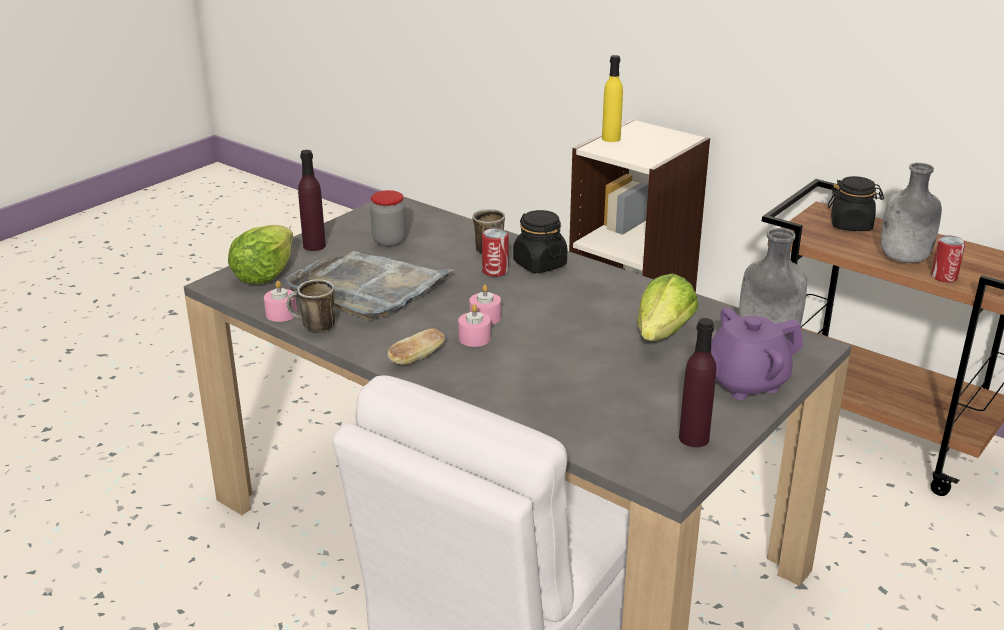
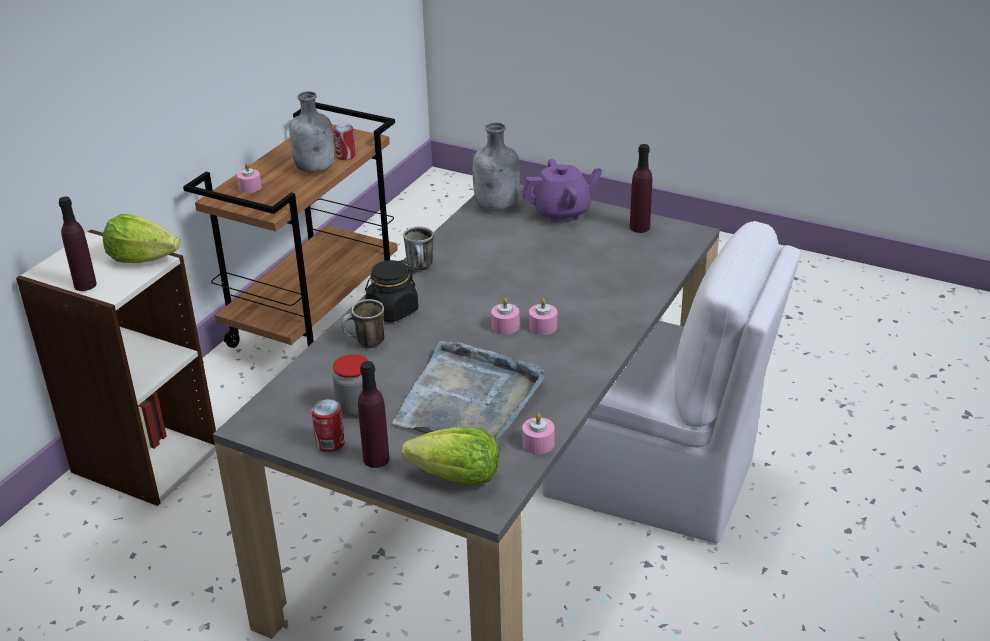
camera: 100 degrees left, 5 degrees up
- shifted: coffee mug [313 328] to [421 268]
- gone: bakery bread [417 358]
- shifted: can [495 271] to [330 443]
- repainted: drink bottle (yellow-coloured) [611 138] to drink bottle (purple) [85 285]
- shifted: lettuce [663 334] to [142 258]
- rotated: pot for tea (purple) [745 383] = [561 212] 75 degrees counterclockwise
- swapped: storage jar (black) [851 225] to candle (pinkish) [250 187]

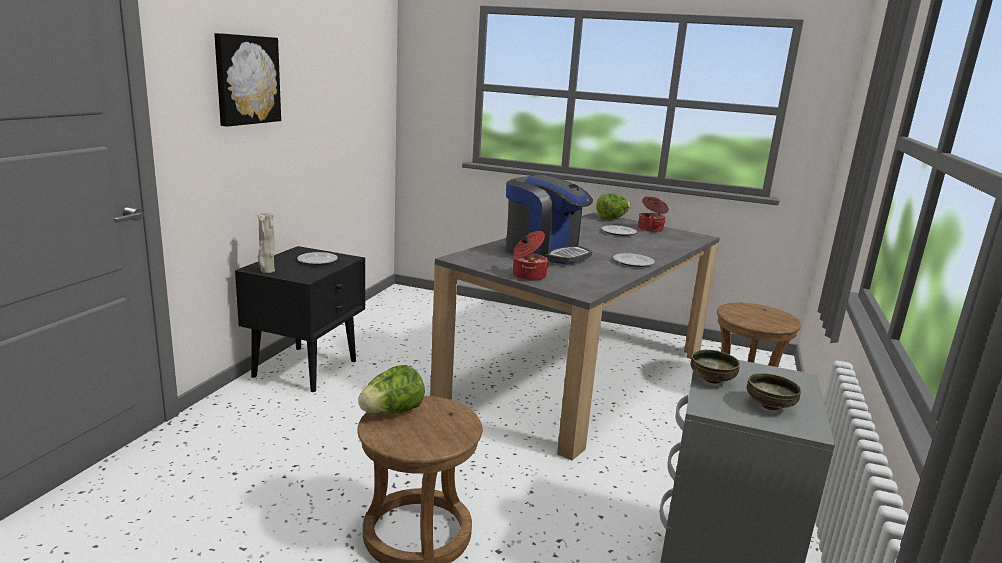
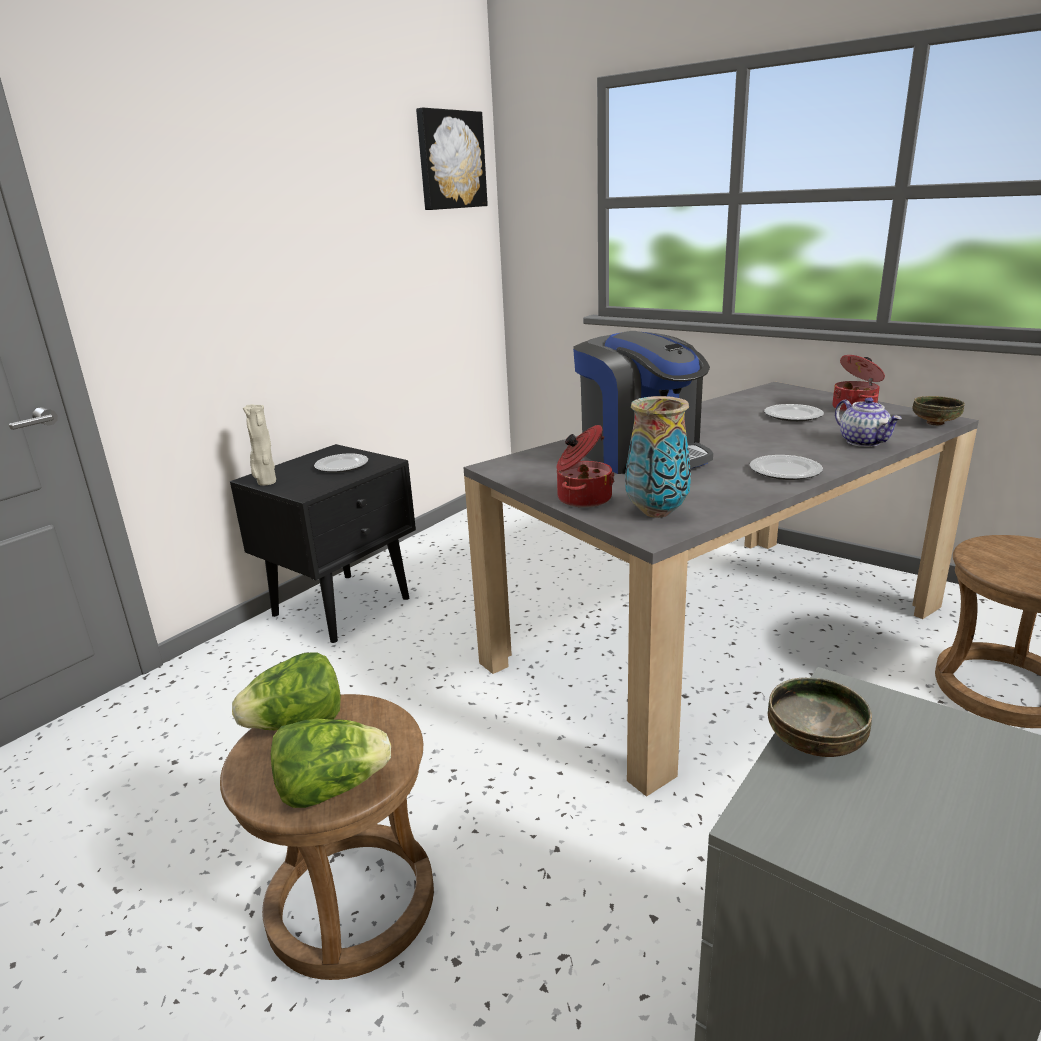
camera: 20 degrees right, 5 degrees up
- shifted: wall picture [246 80] to [450 160]
- shifted: lettuce [612 218] to [332 789]
- shifted: bowl [769 406] to [934 423]
- new: flower vase [656 512]
- new: pot for tea [864 442]

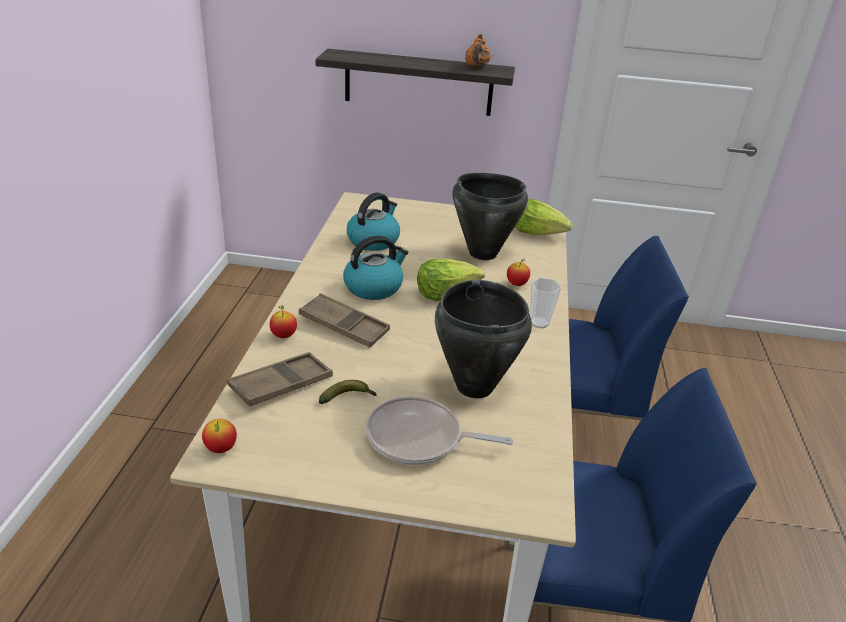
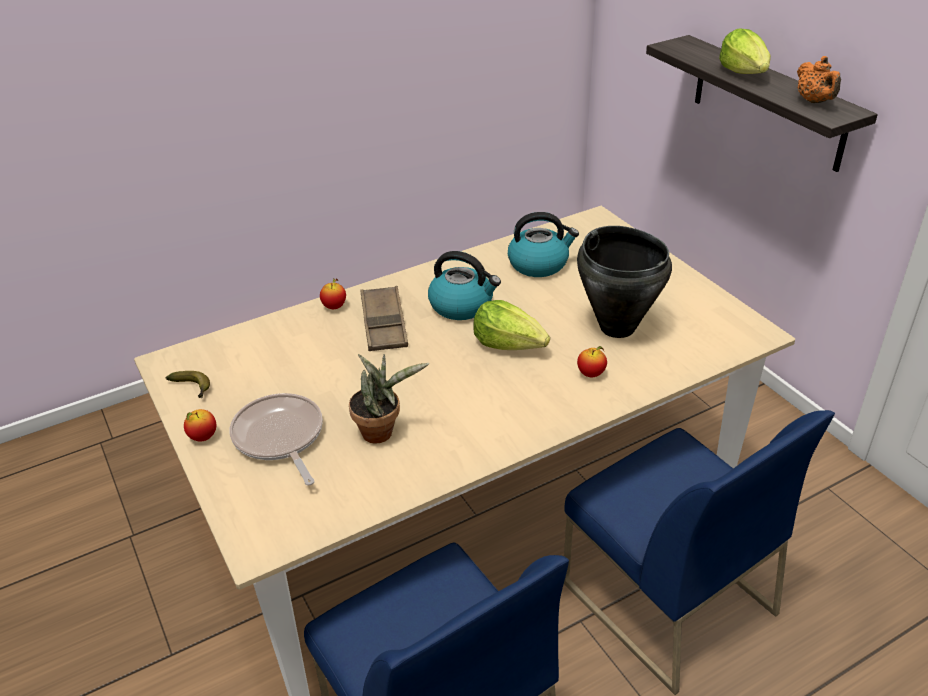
camera: 55 degrees right, 5 degrees up
- shifted: whole apple [221 448] to [203 437]
- gone: tray (brownish) [281 384]
- shifted: banana [348 397] to [193 388]
- swapped: saucepot (black) [474 387] to plant in a pot [382 431]
- rotated: pot for tea (orange) [476 67] = [814 101] 75 degrees counterclockwise
- shifted: lettuce [538 233] to [744 73]
- gone: small cup [539 323]

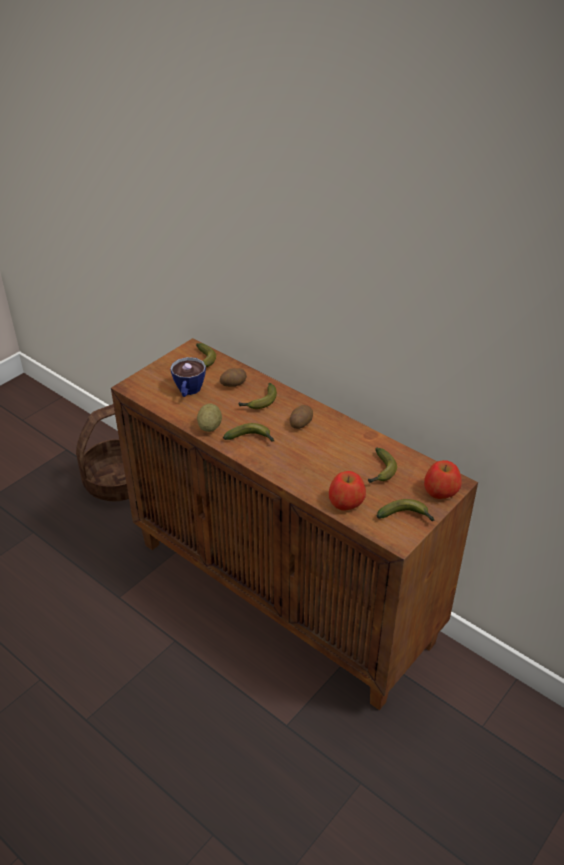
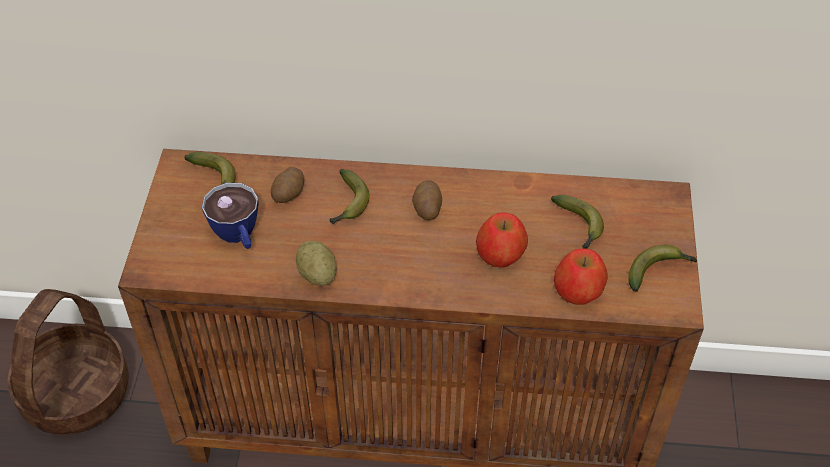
camera: 35 degrees left, 10 degrees up
- gone: banana [251 439]
- shifted: whole apple [440 491] to [500 253]

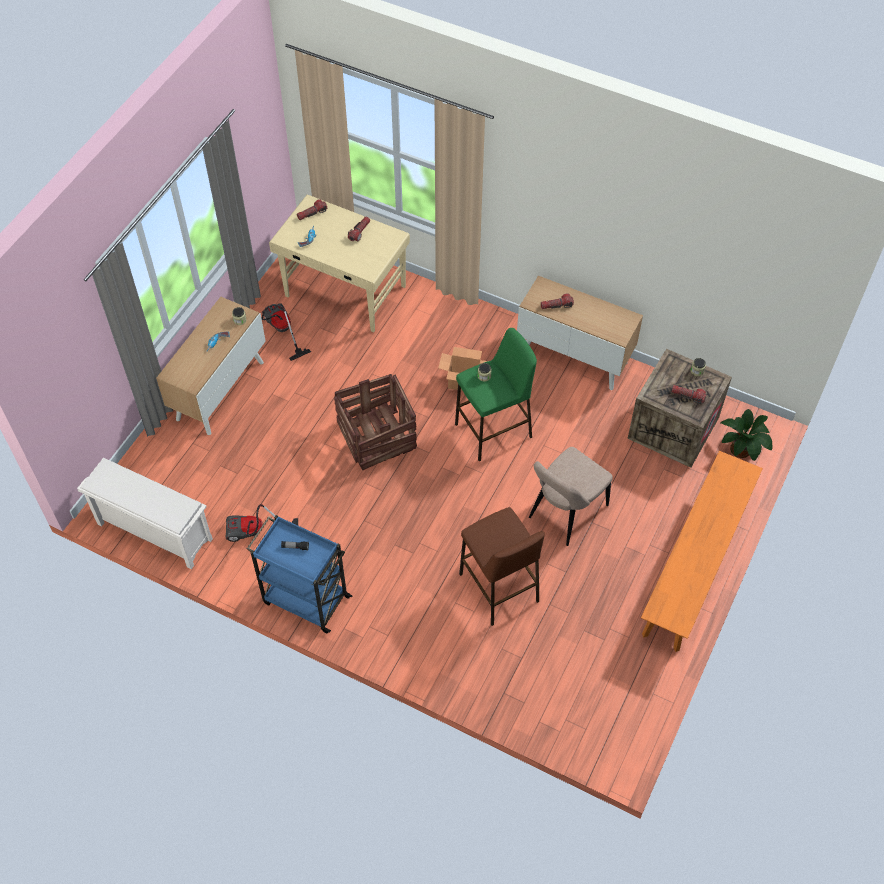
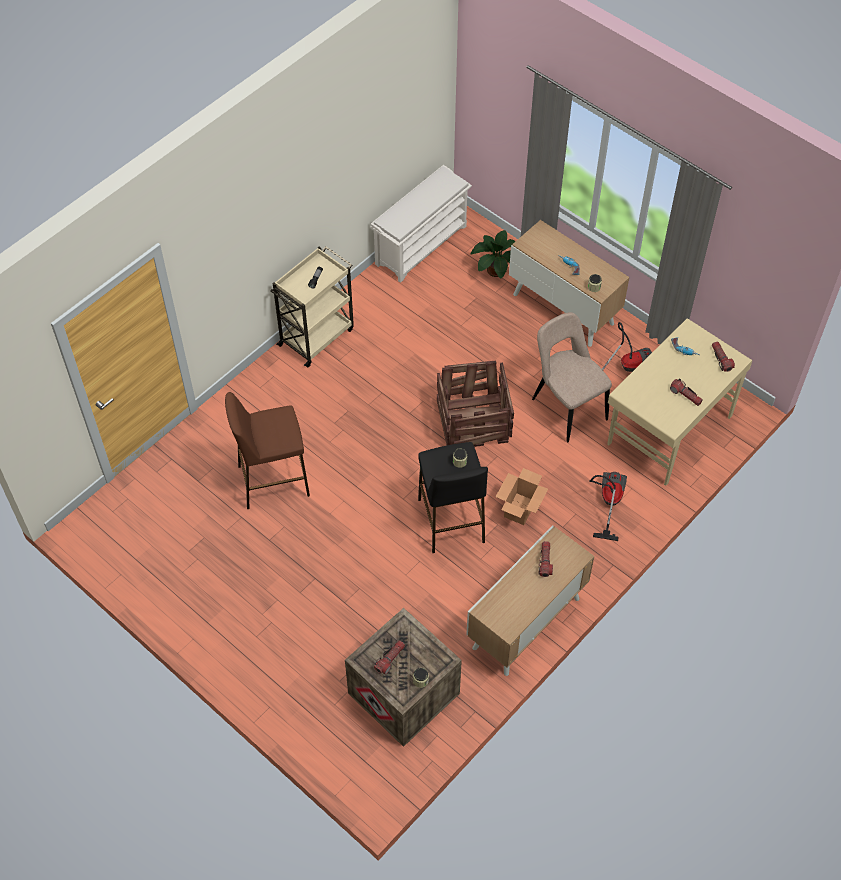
camera: 105 degrees right, 0 degrees up
- shifted: vacuum cleaner [255 533] to [607 502]
- repainted: wheeled cart (blue) [305 599] to wheeled cart (beige-coloured) [317 336]
- repainted: sitting stool (green) [494 430] to sitting stool (black) [451 521]
- shifted: upright chair (beige-coloured) [565 513] to [567 407]
- gone: indoor bench (orange) [695 566]
- shifted: plant in a pot [742 450] to [495 270]

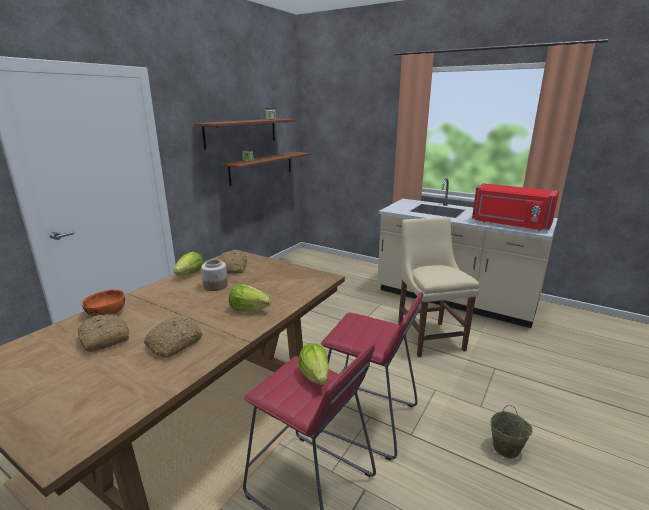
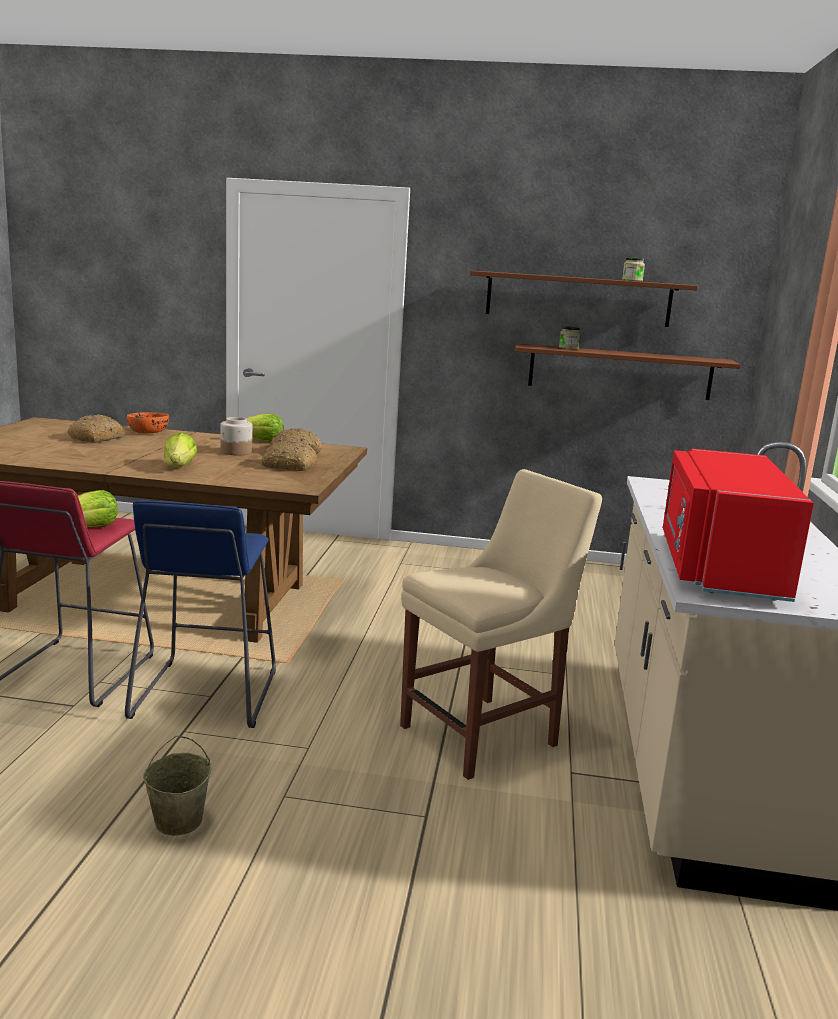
camera: 65 degrees right, 5 degrees down
- shifted: bakery bread [174 344] to [289 466]
- repainted: sitting stool (reddish) [367 418] to sitting stool (blue) [206 694]

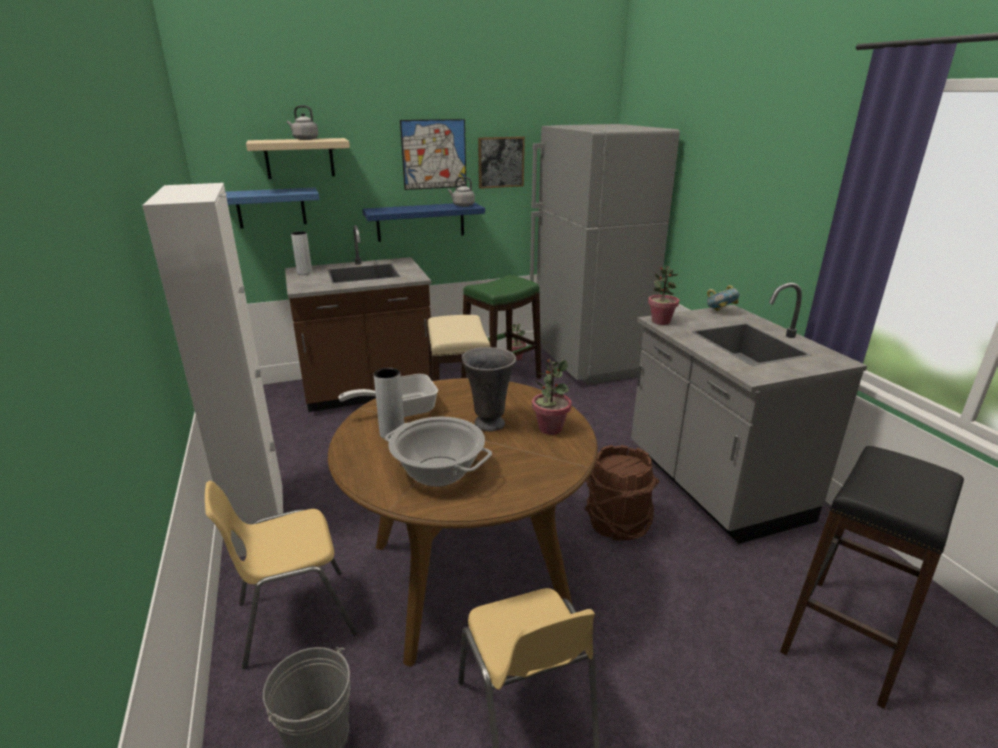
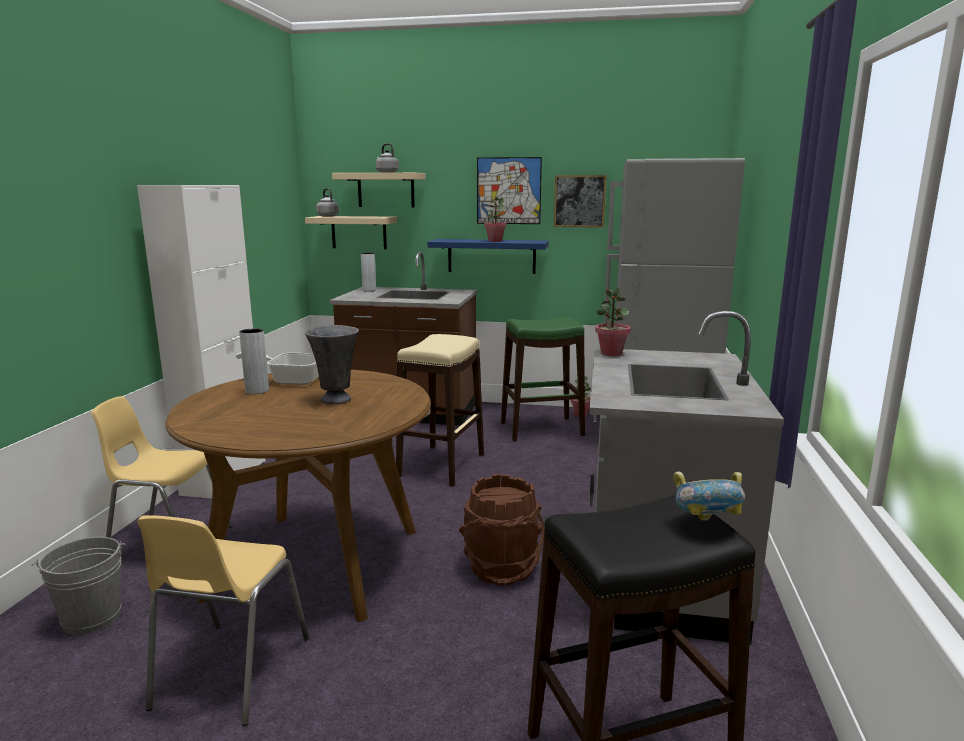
camera: 30 degrees right, 10 degrees down
- repainted: wall shelf (blue) [271 208] to wall shelf (beige-coloured) [359 232]
- gone: saucepot [439 472]
- shifted: tea kettle (grey) [462 205] to [327 216]
- shifted: plant in a pot [550 428] to [495 241]
- shifted: bowl [720 312] to [707 523]

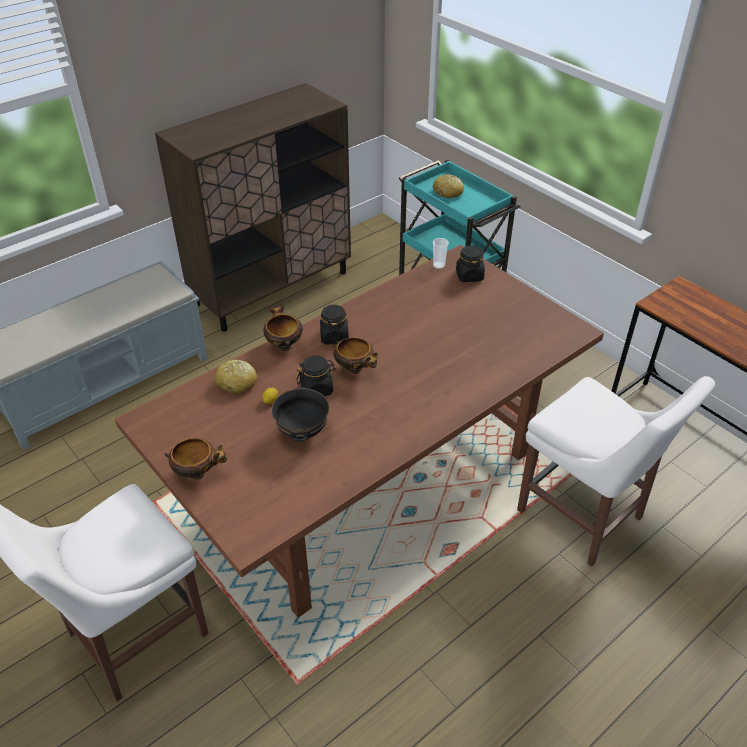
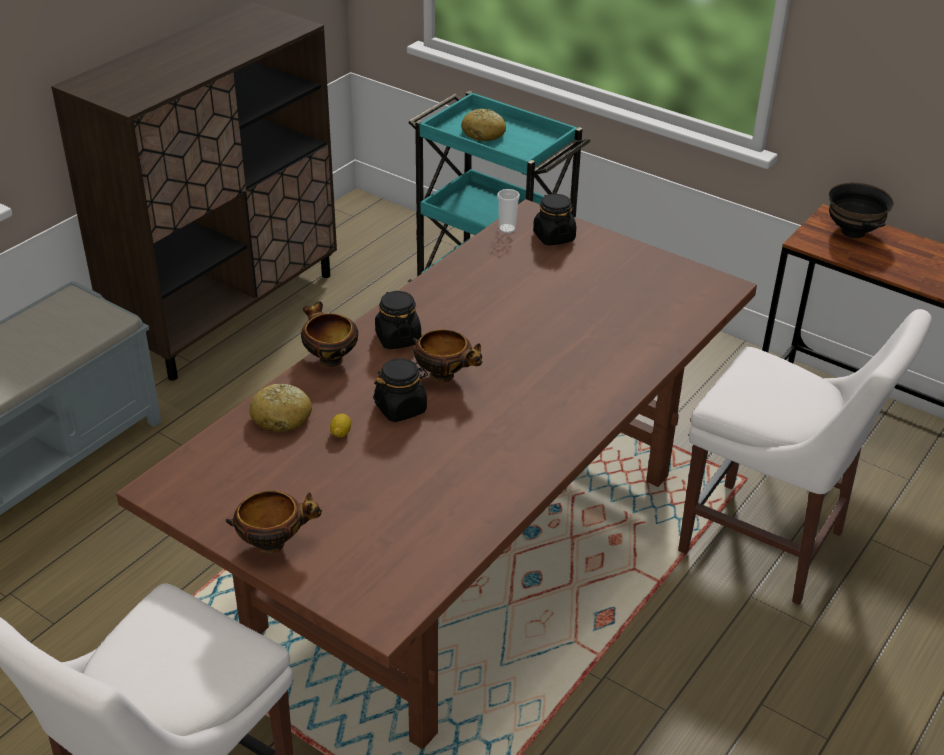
camera: 15 degrees left, 5 degrees down
- shifted: bowl (black) [303 432] to [853 232]

